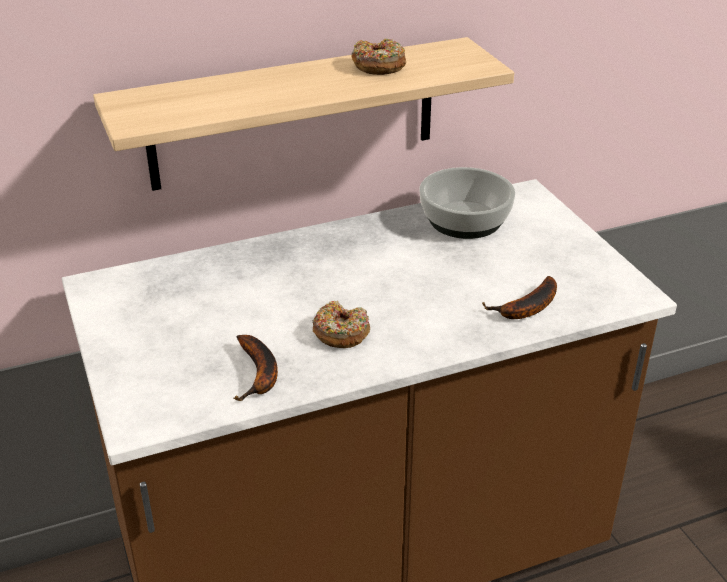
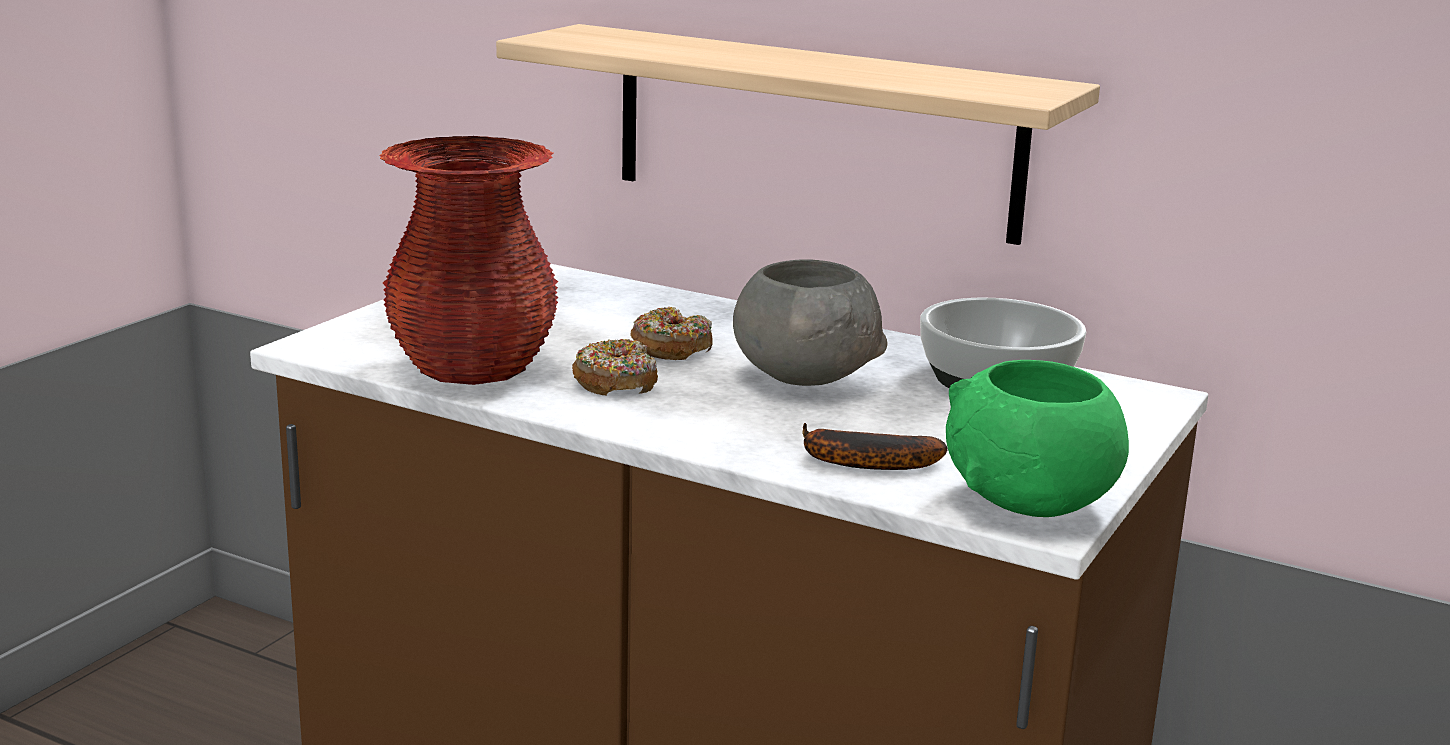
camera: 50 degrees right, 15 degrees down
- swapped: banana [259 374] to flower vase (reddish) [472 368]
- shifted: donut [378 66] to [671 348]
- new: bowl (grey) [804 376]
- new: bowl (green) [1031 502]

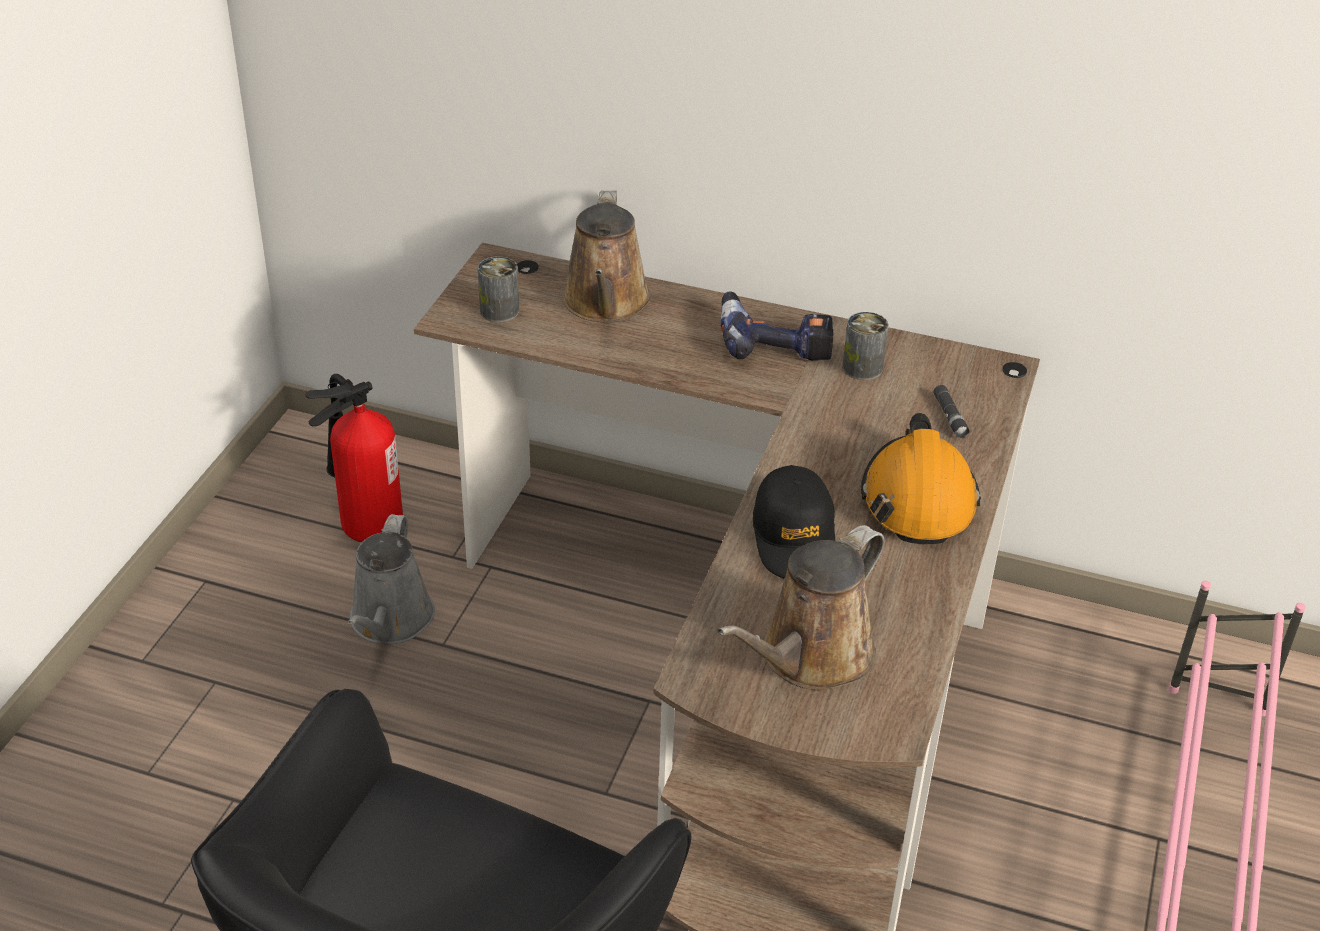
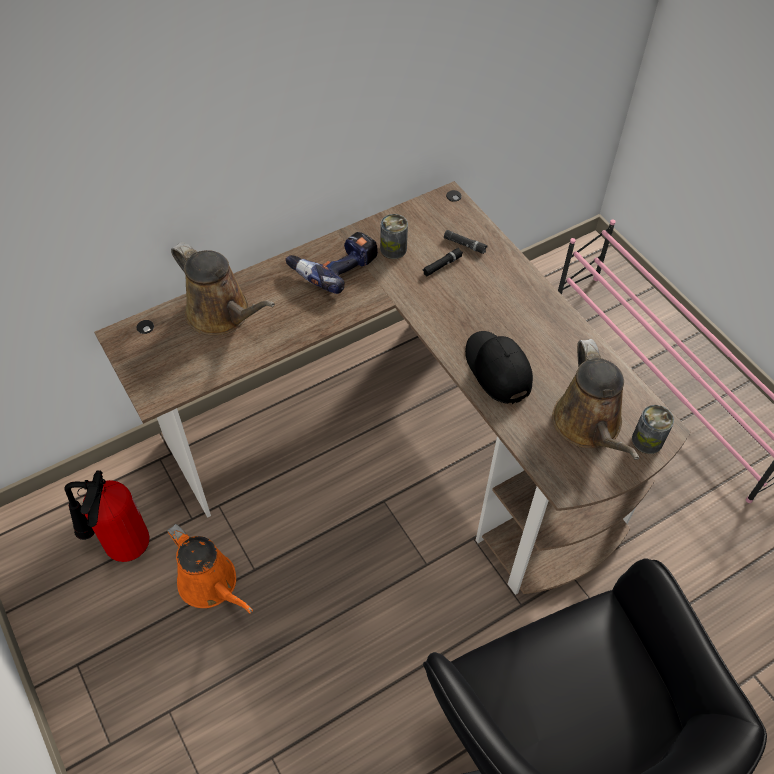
camera: 50 degrees left, 15 degrees up
- repainted: sprinkling can (grey) [390 622] to sprinkling can (orange) [211 585]
- shifted: can [499 311] to [647 440]
- rotated: baseball cap (black) [795 537] = [497 369] 150 degrees counterclockwise
- gone: hard hat (orange) [918 498]
- new: torch (black) [442 265]

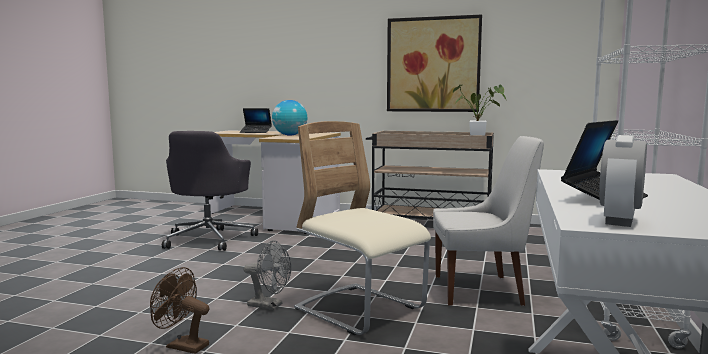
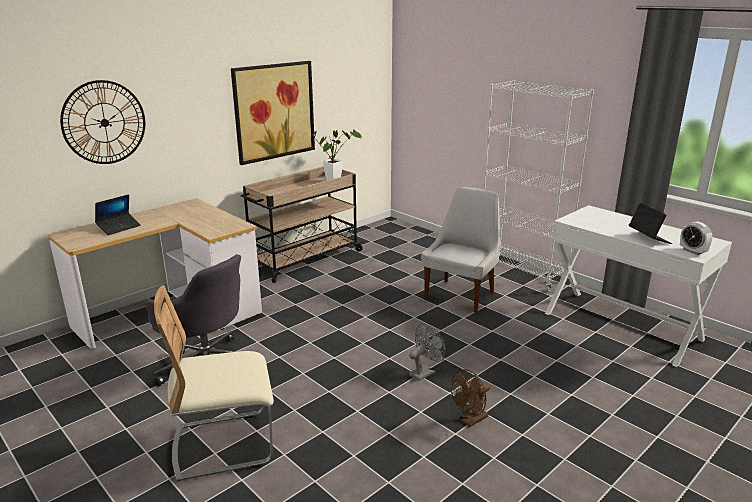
camera: 60 degrees left, 15 degrees up
- gone: globe [290 135]
- shifted: upright chair (beige-coloured) [360 310] to [224 444]
- new: hanging clock [104 122]

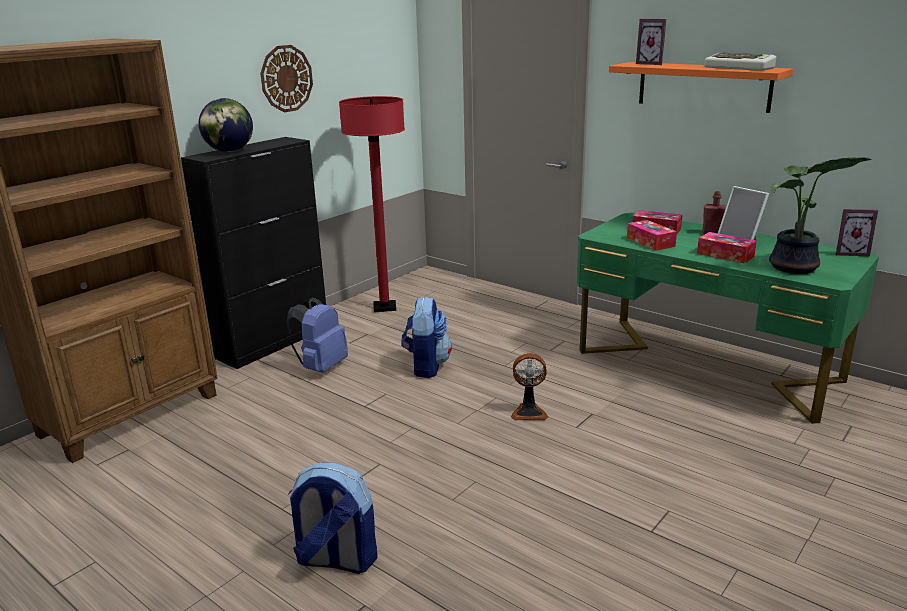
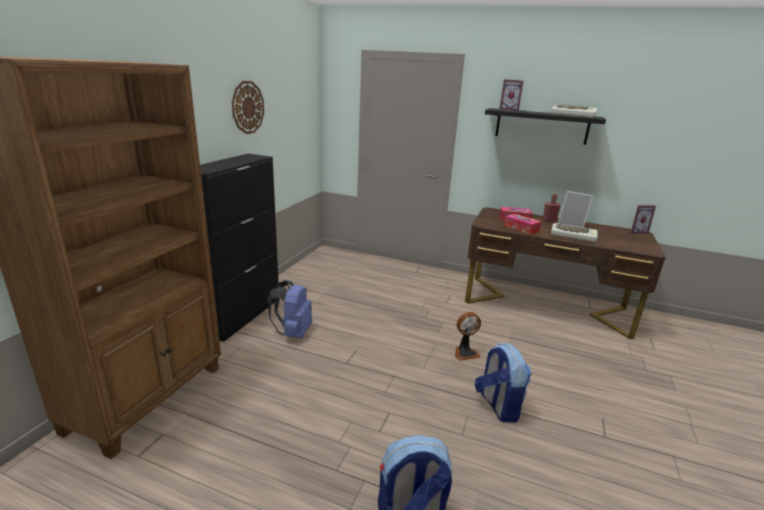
camera: 20 degrees left, 0 degrees up
- gone: globe [229 151]
- gone: floor lamp (reddish) [384 307]
- shifted: rucksack [426 366] to [498 406]
- repainted: desk table (green) [706 366] to desk table (brownish) [545 305]
- repainted: wall shelf (orange) [703 86] to wall shelf (black) [541 126]
- swapped: tissue holder [725 255] to keyboard [573 236]
- gone: plant in a pot [794 268]

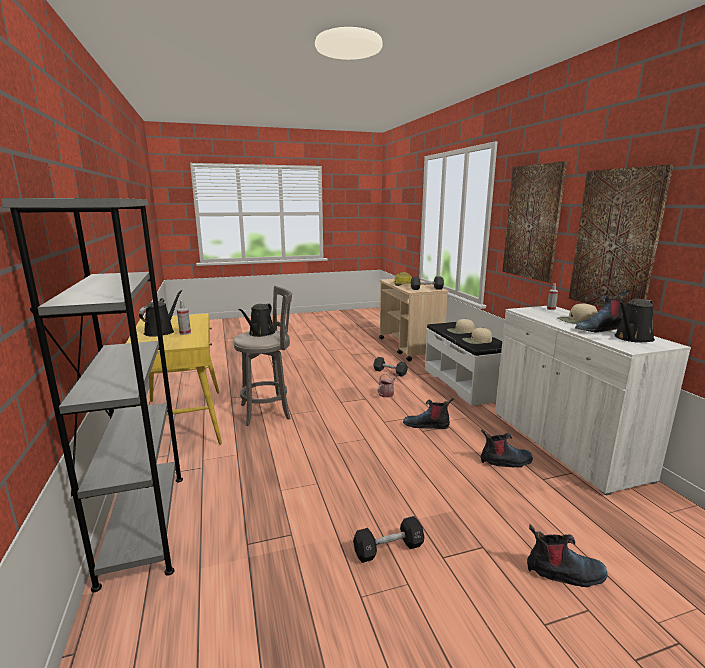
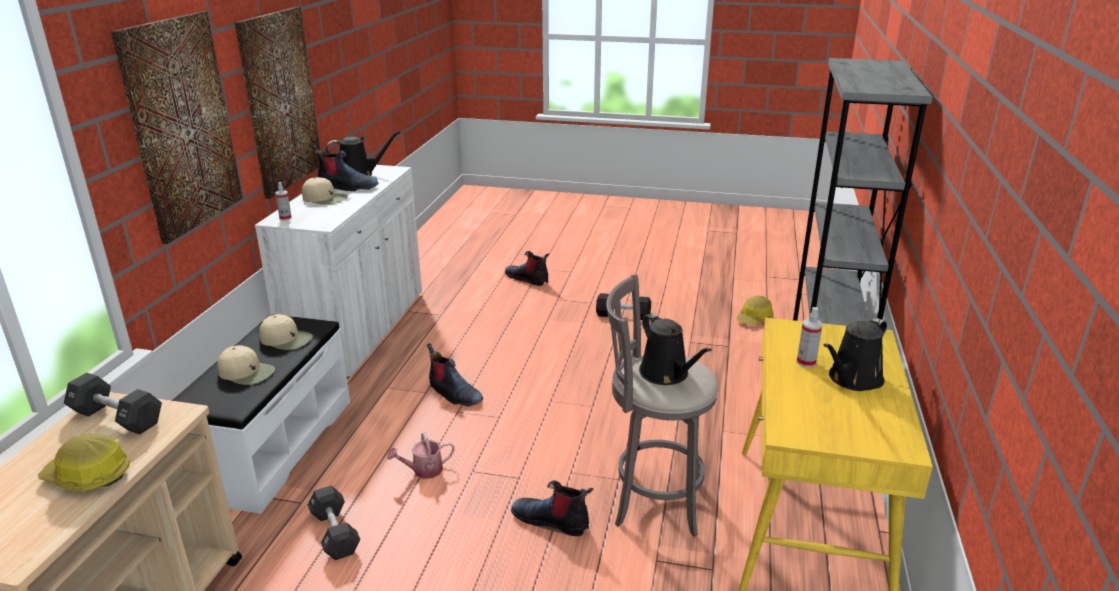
camera: 150 degrees left, 10 degrees up
- rotated: sprinkling can (black) [260 333] = [666 374] 105 degrees clockwise
- shifted: high-top boot [505 462] to [552 520]
- new: hard hat [754 319]

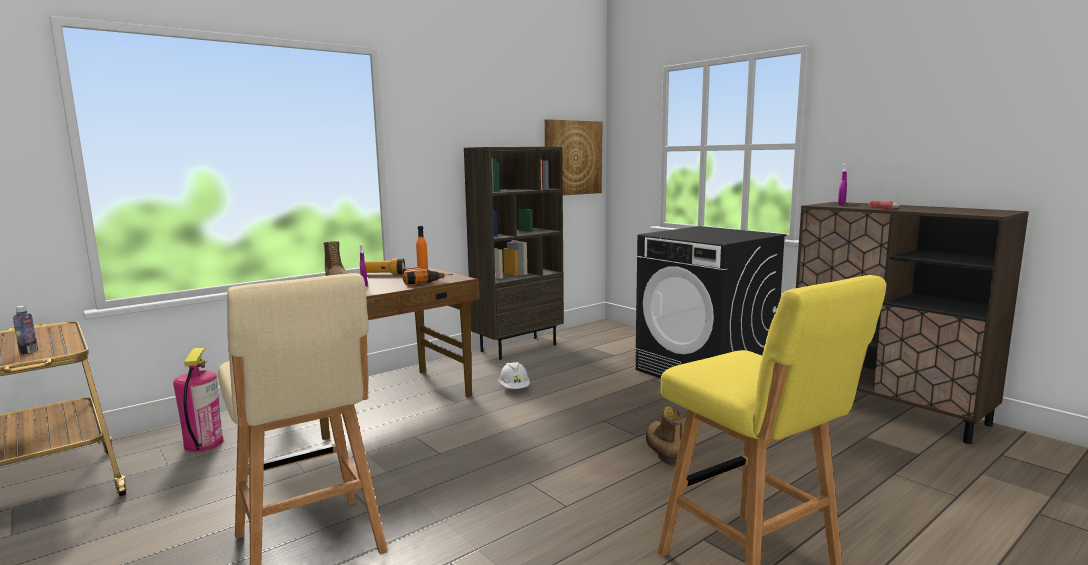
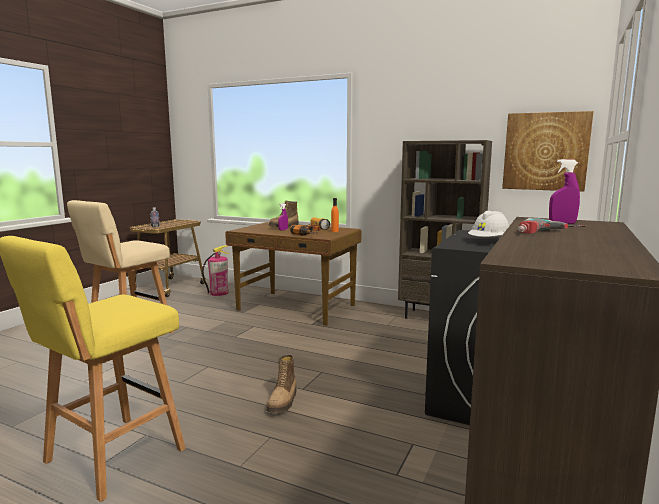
camera: 65 degrees right, 0 degrees up
- shifted: hard hat (whitish) [514 388] to [489 242]
- rotated: high-top boot [662 449] = [283 402] 135 degrees clockwise

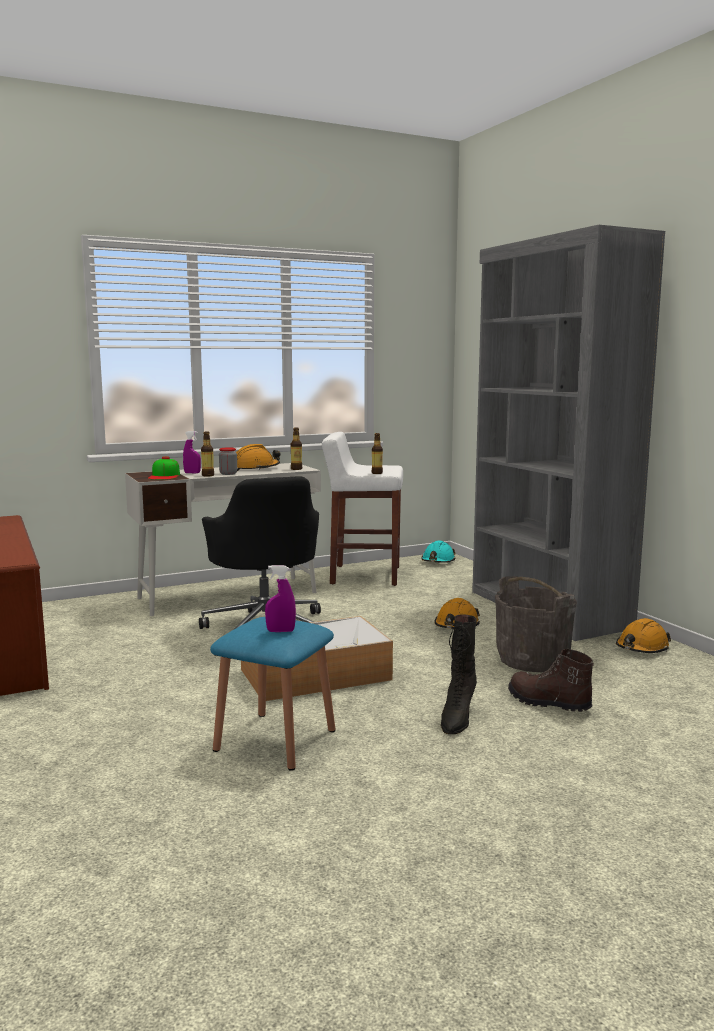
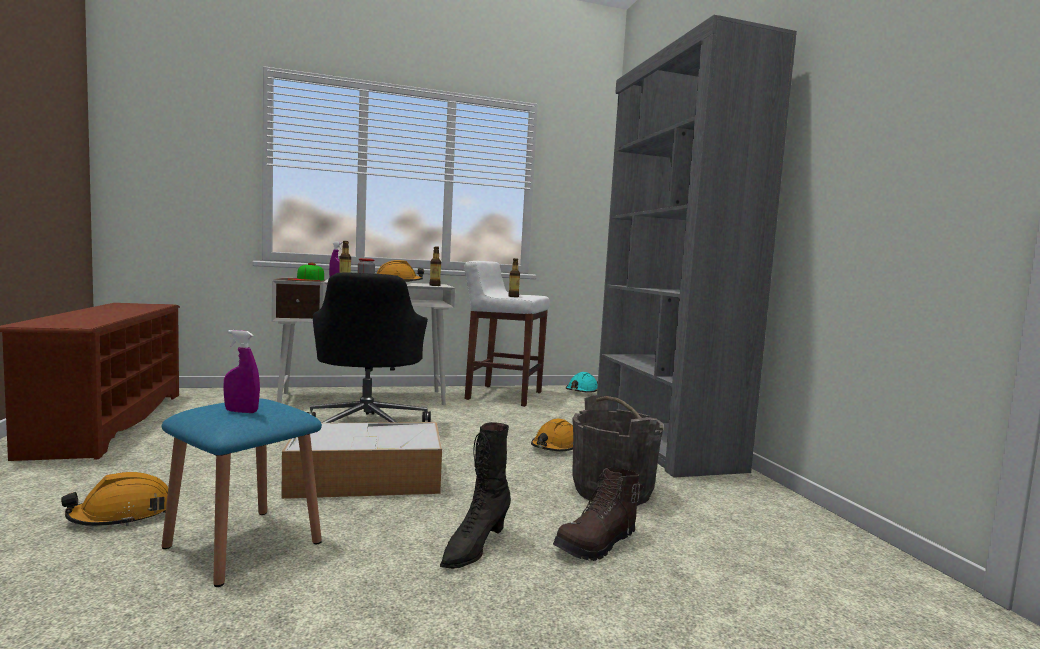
camera: 10 degrees right, 5 degrees down
- rotated: high-top boot (brownish) [548 703] = [597 544] 90 degrees counterclockwise
- shifted: hard hat (orange) [642 648] to [122 515]

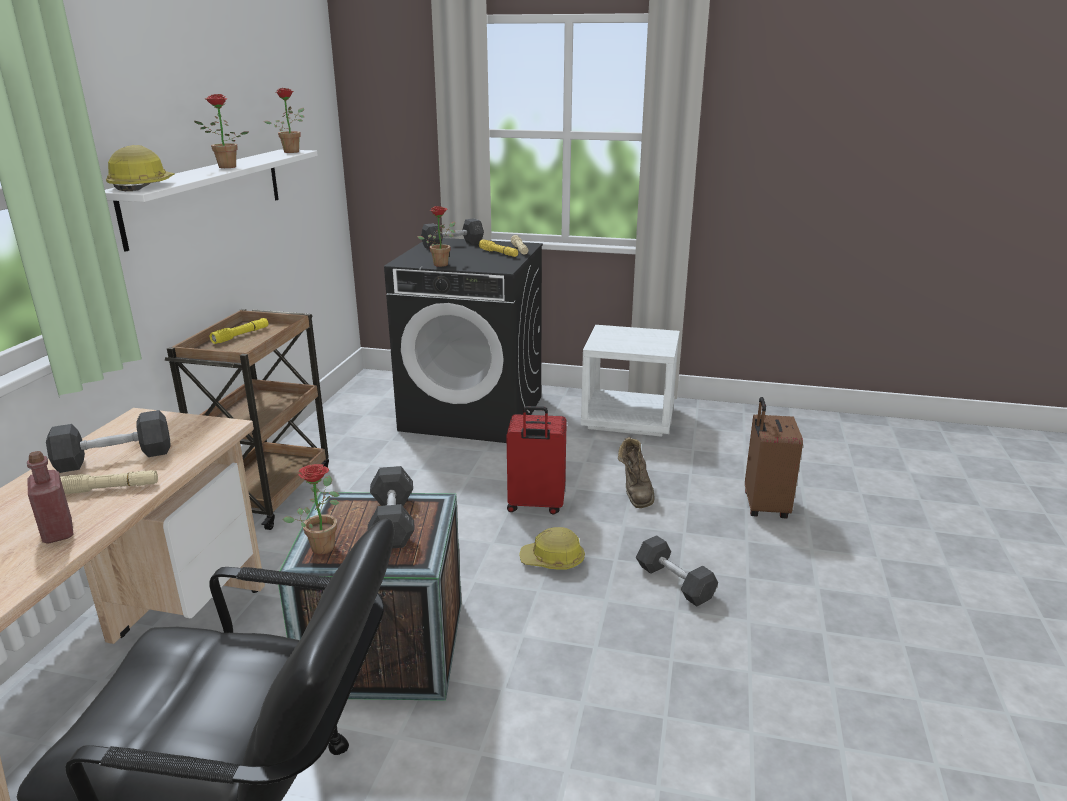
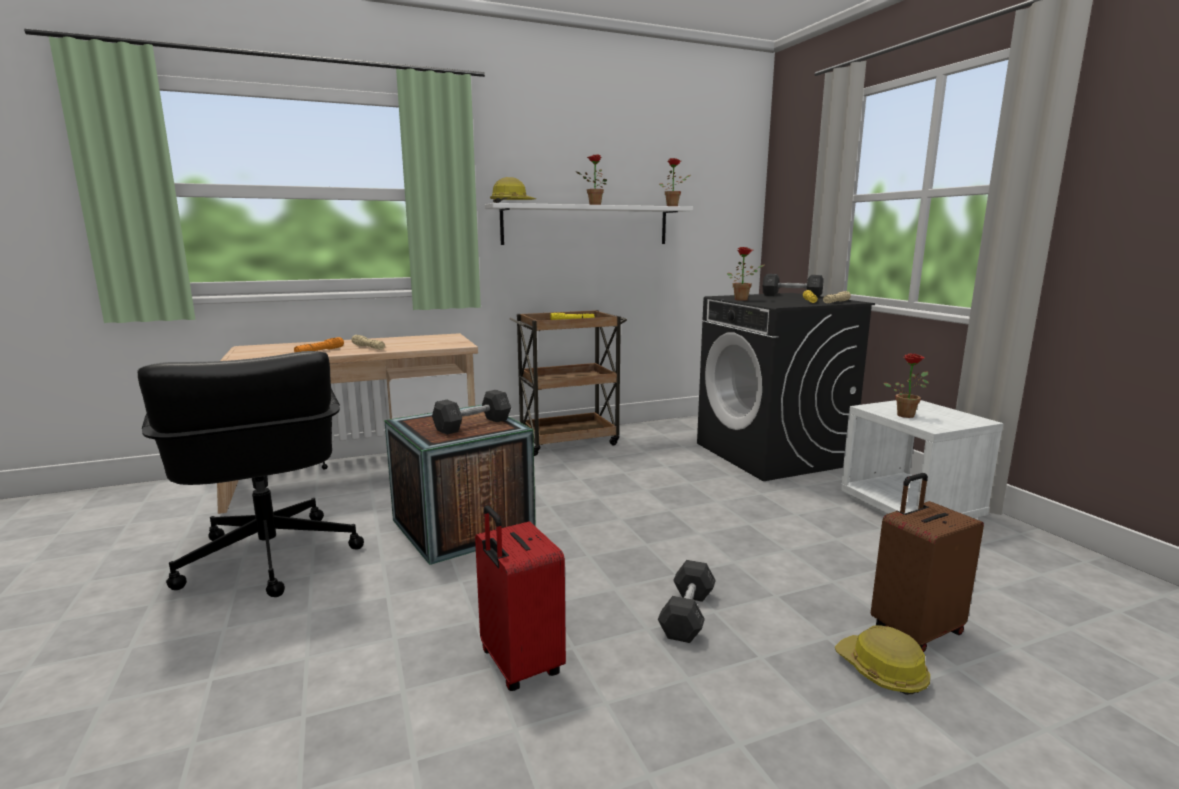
camera: 55 degrees right, 10 degrees down
- swapped: drink bottle (reddish) [58 532] to torch (orange) [319 351]
- gone: free weight (grey) [114 458]
- shifted: plant in a pot [323 545] to [906 415]
- shifted: piece of luggage (reddish) [535 505] to [518 665]
- shifted: hard hat [553 560] to [881 671]
- gone: high-top boot (brownish) [635 493]

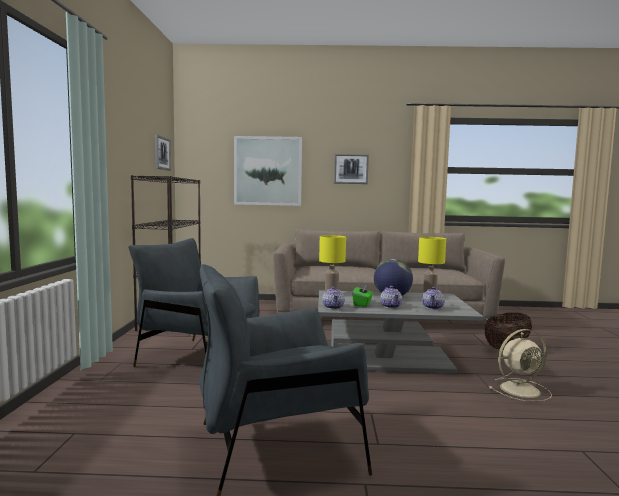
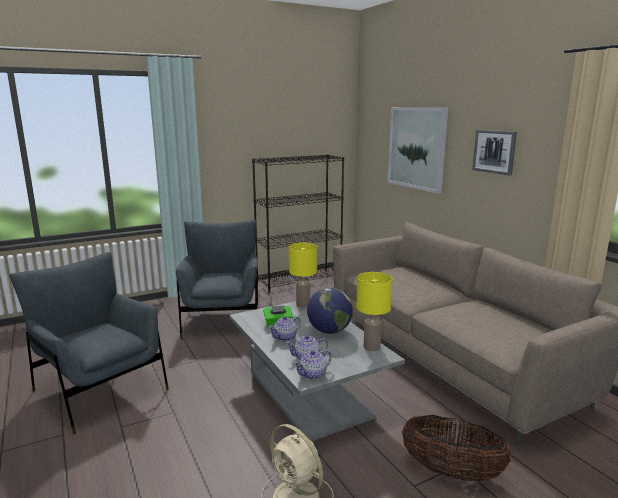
camera: 60 degrees right, 10 degrees up
- gone: wall picture [161 153]
- shifted: pot for tea [333 307] to [313 374]

